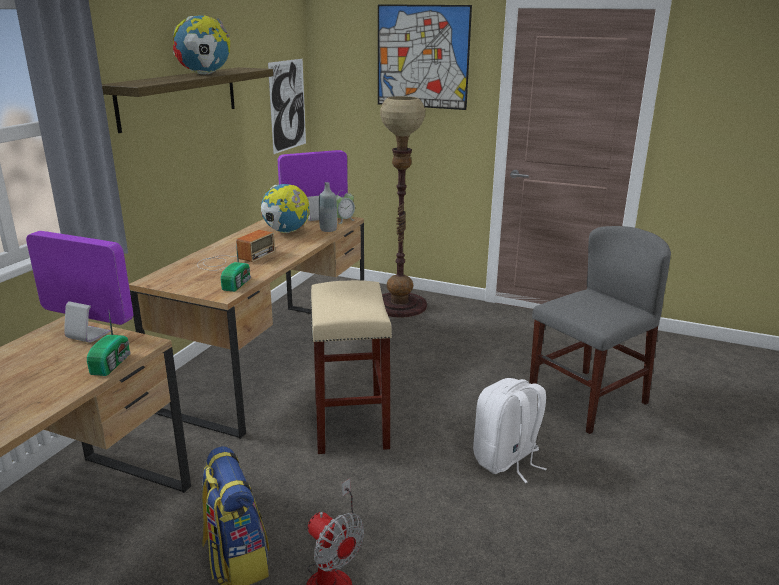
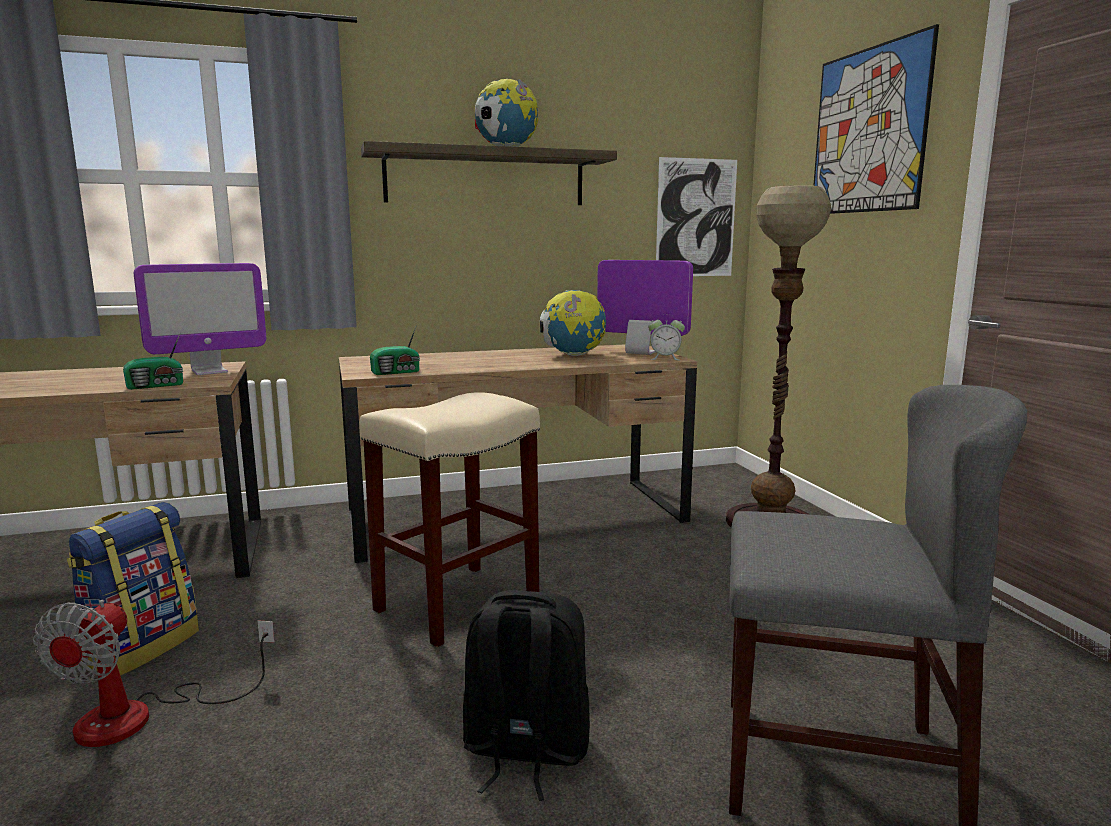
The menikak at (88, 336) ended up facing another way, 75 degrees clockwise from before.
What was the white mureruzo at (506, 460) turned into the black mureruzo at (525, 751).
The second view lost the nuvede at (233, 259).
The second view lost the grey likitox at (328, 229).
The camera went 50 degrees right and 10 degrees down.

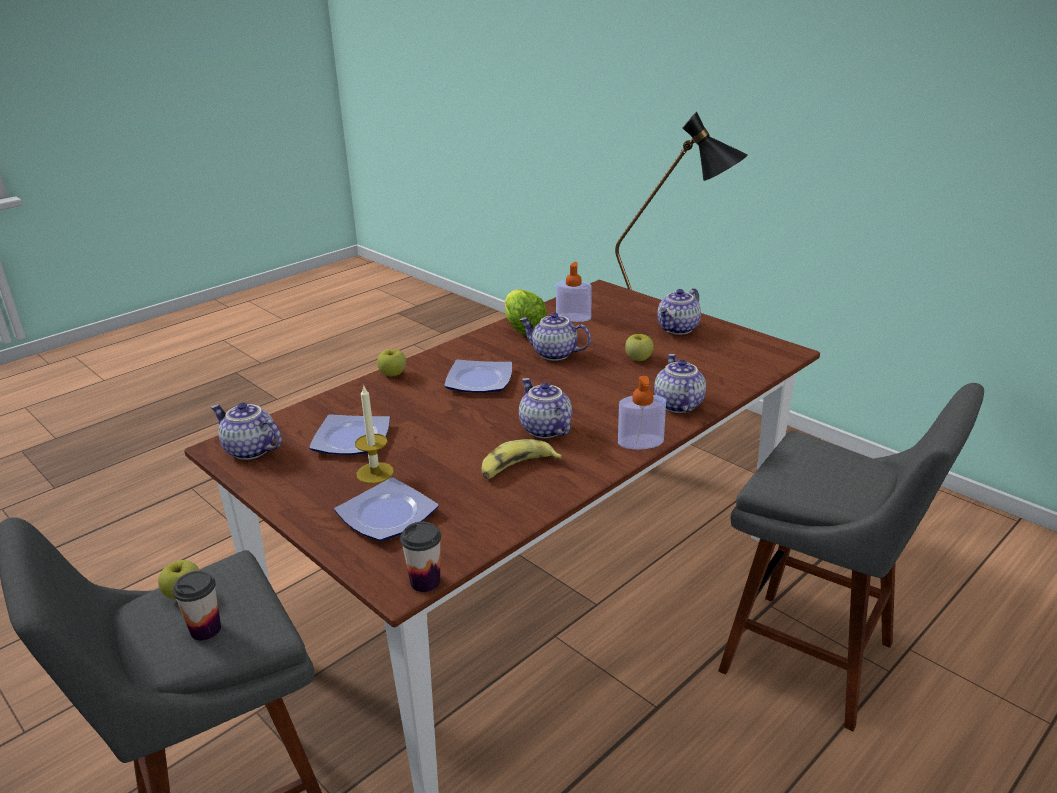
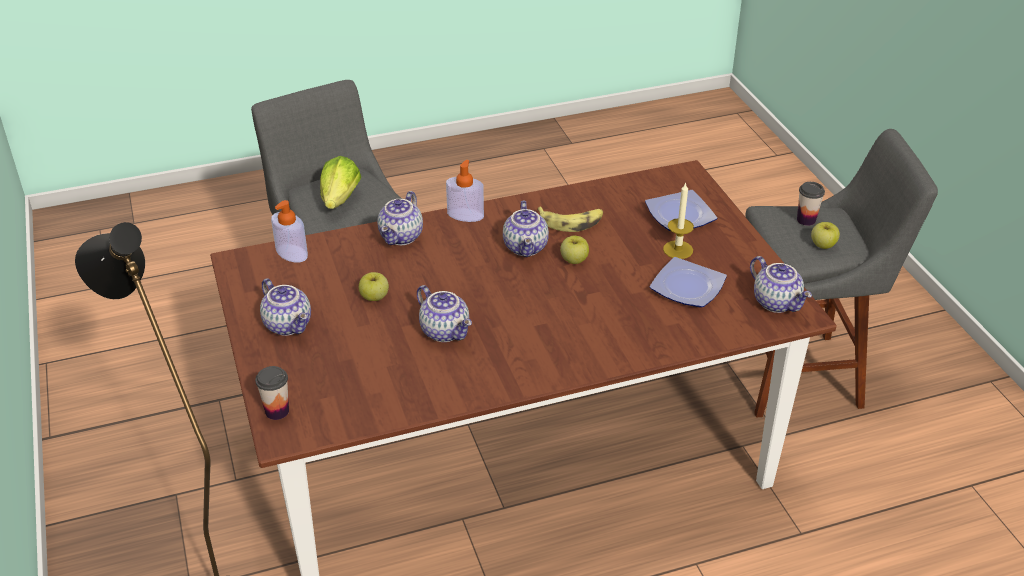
The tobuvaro ended up elsewhere, having gone from (425, 582) to (277, 411).
The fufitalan at (678, 329) ended up facing another way, 75 degrees clockwise from before.
The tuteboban ended up elsewhere, having gone from (573, 317) to (291, 253).
The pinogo ended up elsewhere, having gone from (523, 329) to (340, 199).
The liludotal ended up elsewhere, having gone from (393, 374) to (574, 260).
The second view lost the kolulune at (478, 380).
The camera went 155 degrees left and 10 degrees up.

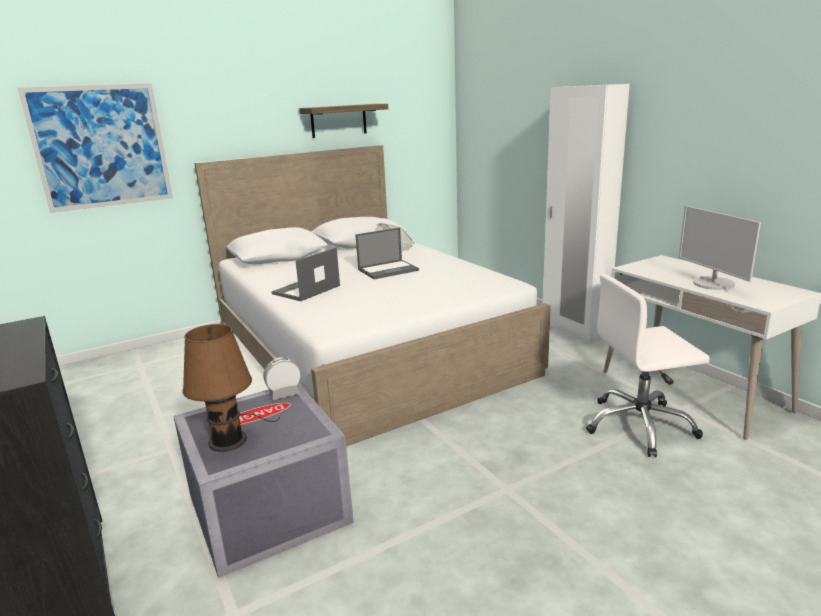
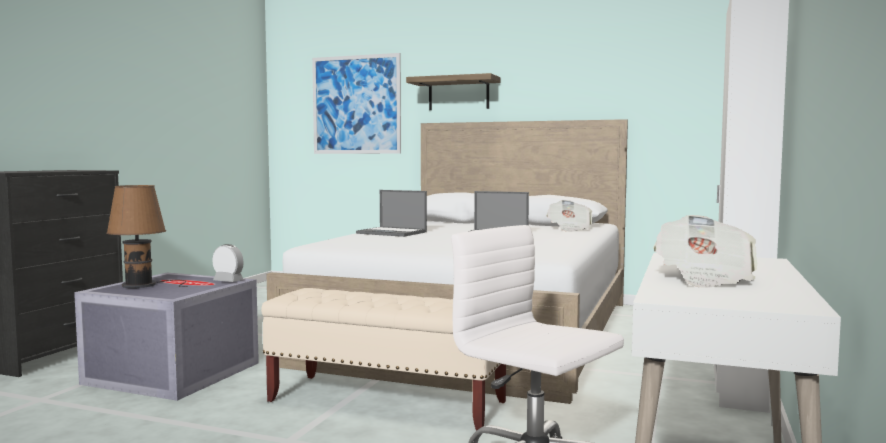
The second view gained the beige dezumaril at (387, 402).
The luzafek at (306, 290) ended up facing another way, 150 degrees counterclockwise from before.
The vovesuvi ended up elsewhere, having gone from (338, 120) to (458, 94).
Where the menikak stood at (713, 284), the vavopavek came to stand at (704, 278).
The camera went 50 degrees right and 15 degrees down.

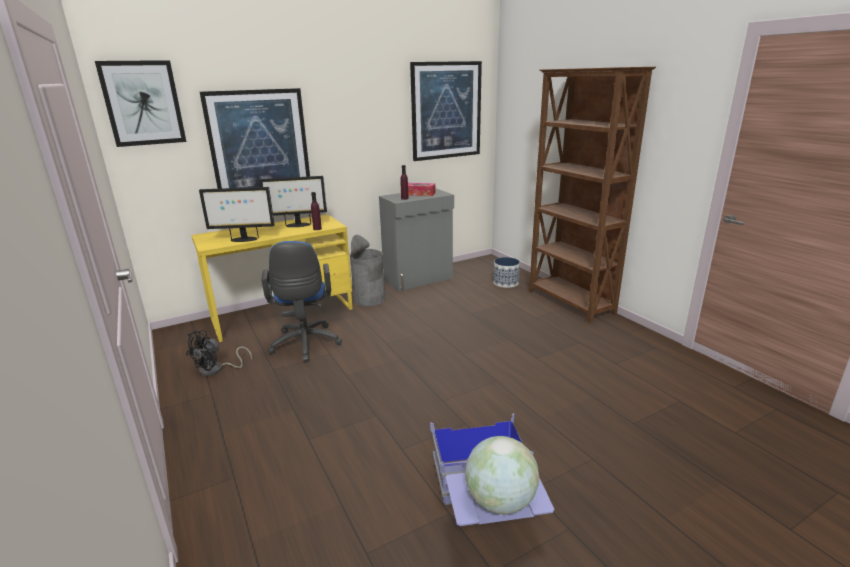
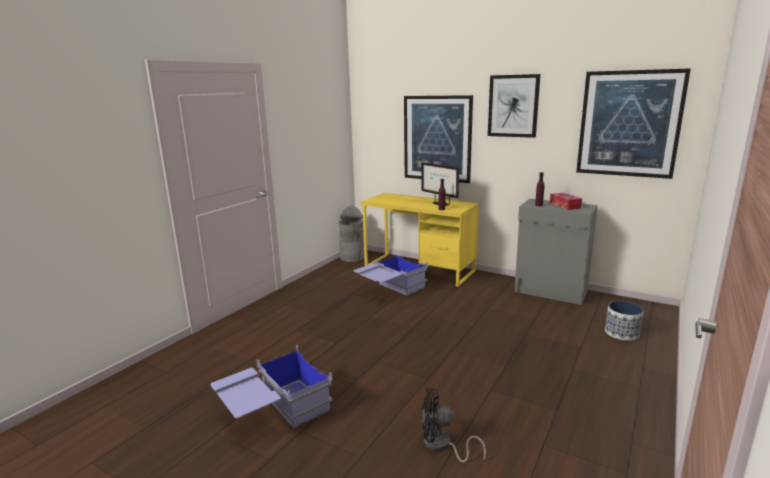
The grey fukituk ended up elsewhere, having gone from (369, 299) to (352, 257).
Where the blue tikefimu stood at (305, 345), the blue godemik came to stand at (390, 291).
The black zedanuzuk ended up elsewhere, having gone from (217, 369) to (442, 445).
The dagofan ended up elsewhere, having gone from (143, 103) to (513, 106).
The second view lost the menikak at (243, 239).
The second view lost the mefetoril at (500, 501).
The second view lost the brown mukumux at (570, 303).
The camera went 60 degrees right and 5 degrees down.

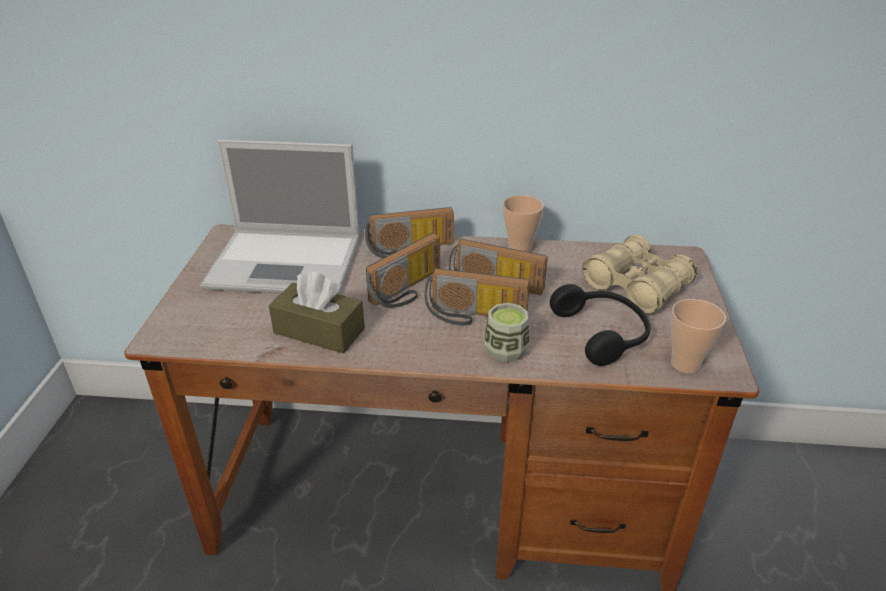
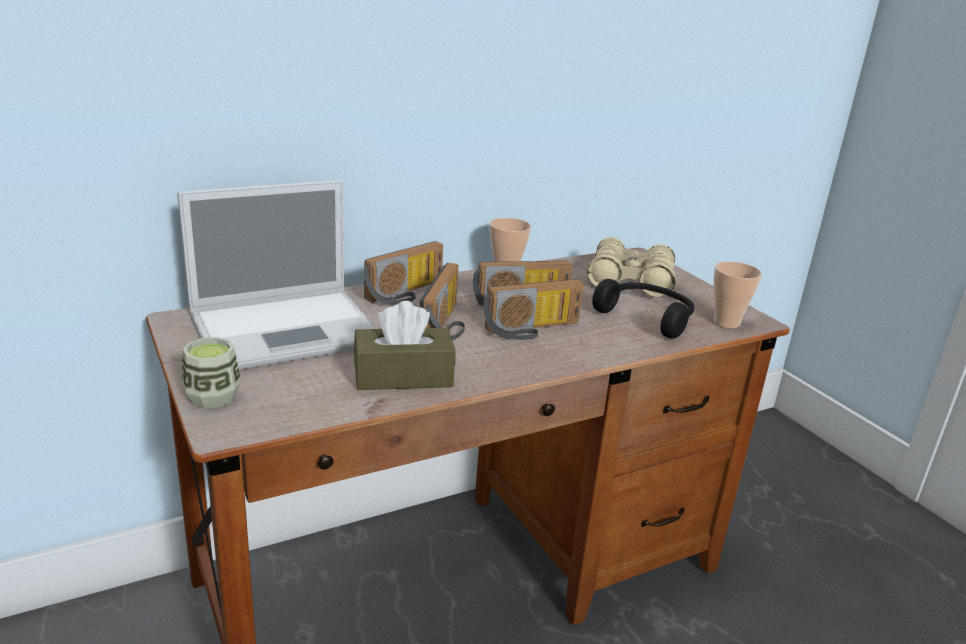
The tobuvaro ended up elsewhere, having gone from (505, 351) to (213, 397).
The camera went 35 degrees left and 10 degrees down.

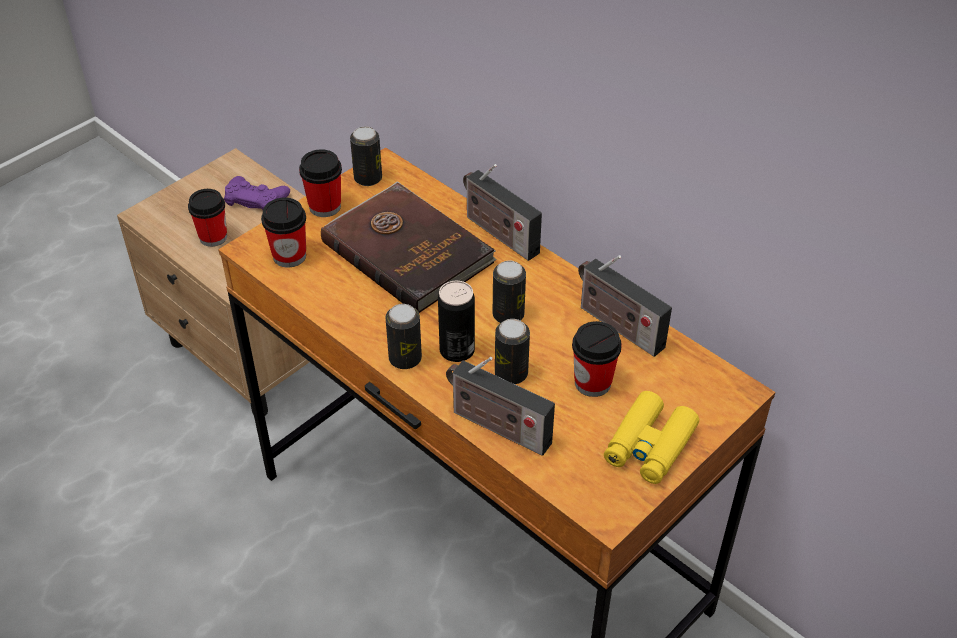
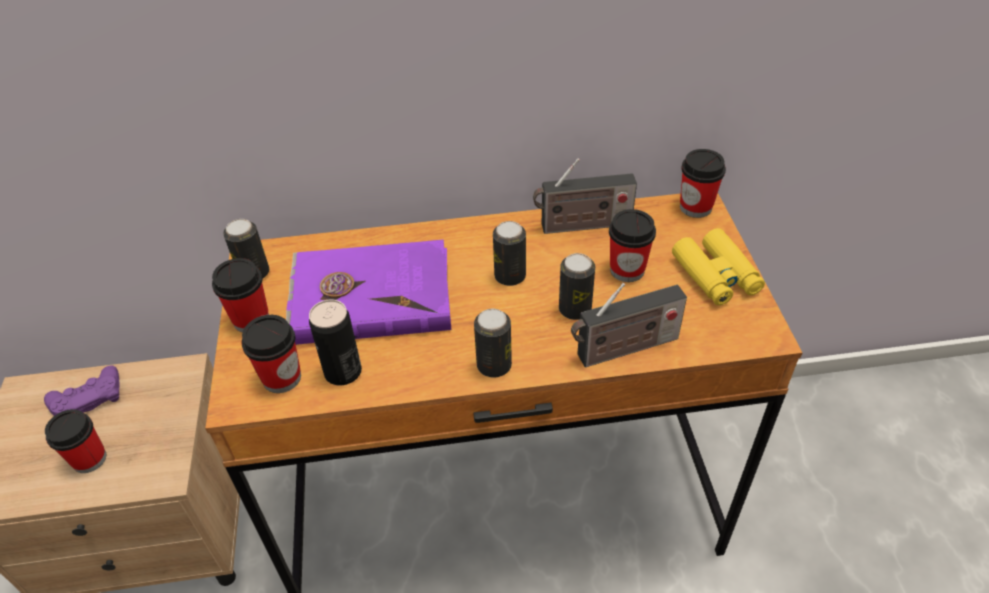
What was the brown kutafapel at (408, 250) turned into the purple kutafapel at (371, 295).
The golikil ended up elsewhere, having gone from (457, 350) to (343, 372).
The second view gained the tobuvaro at (695, 207).
The second view lost the nuvede at (498, 233).
The camera went 50 degrees left and 0 degrees up.

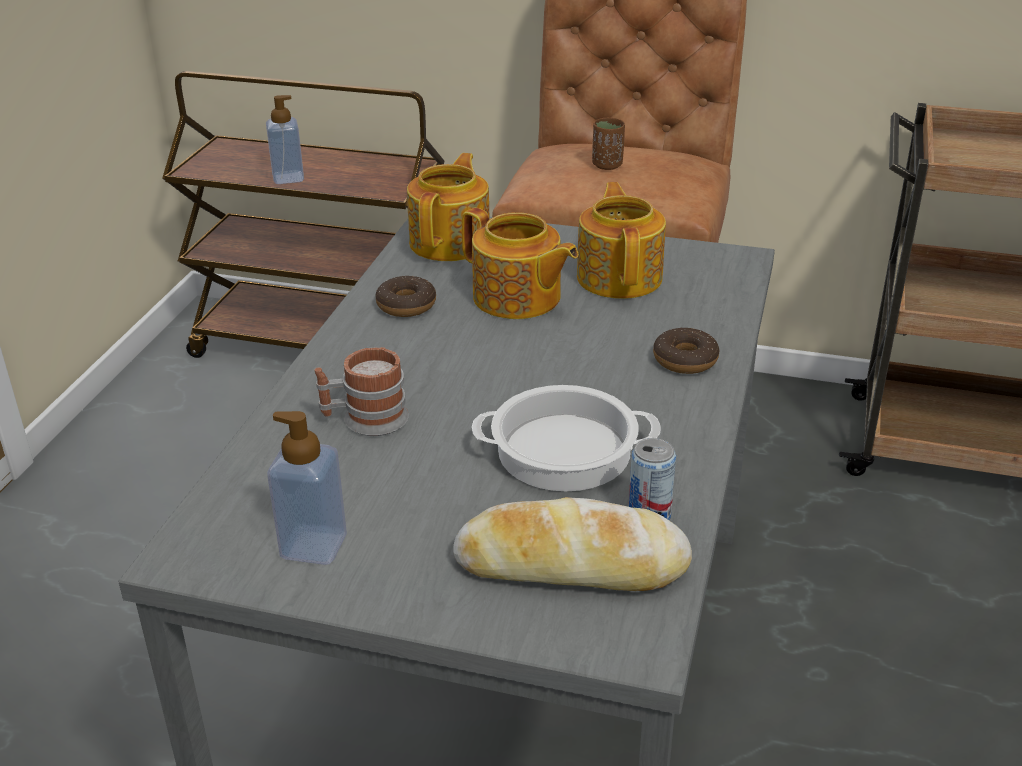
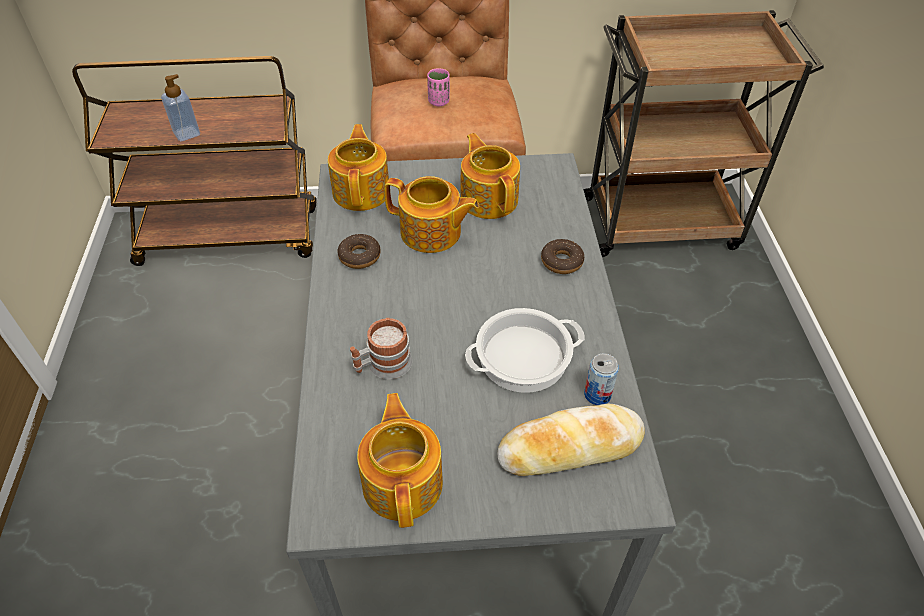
Where the tuteboban stood at (313, 545), the fufitalan came to stand at (403, 481).
What was the brown tobuvaro at (607, 165) turned into the pink tobuvaro at (439, 102).
The camera went 20 degrees left and 15 degrees up.

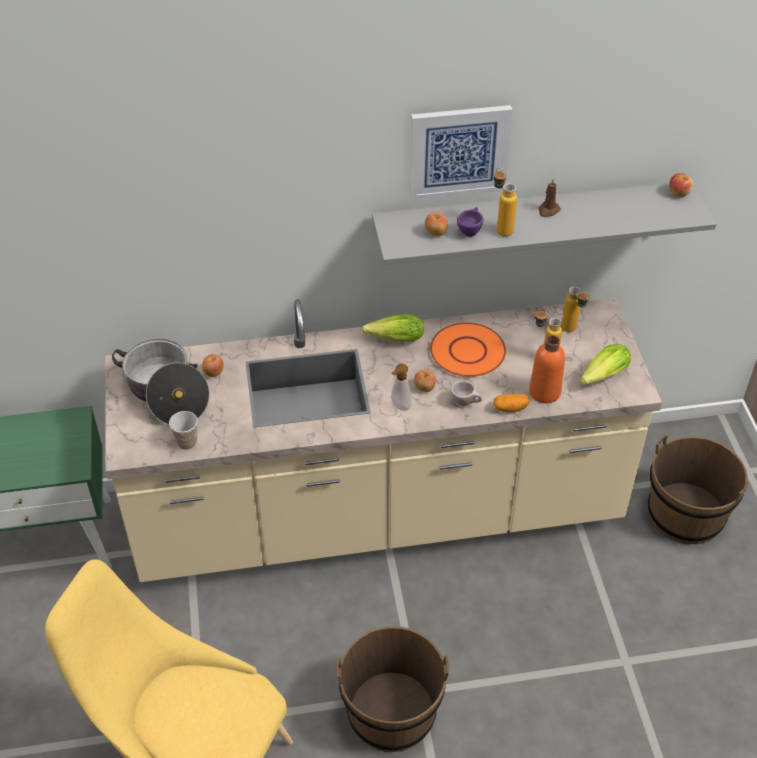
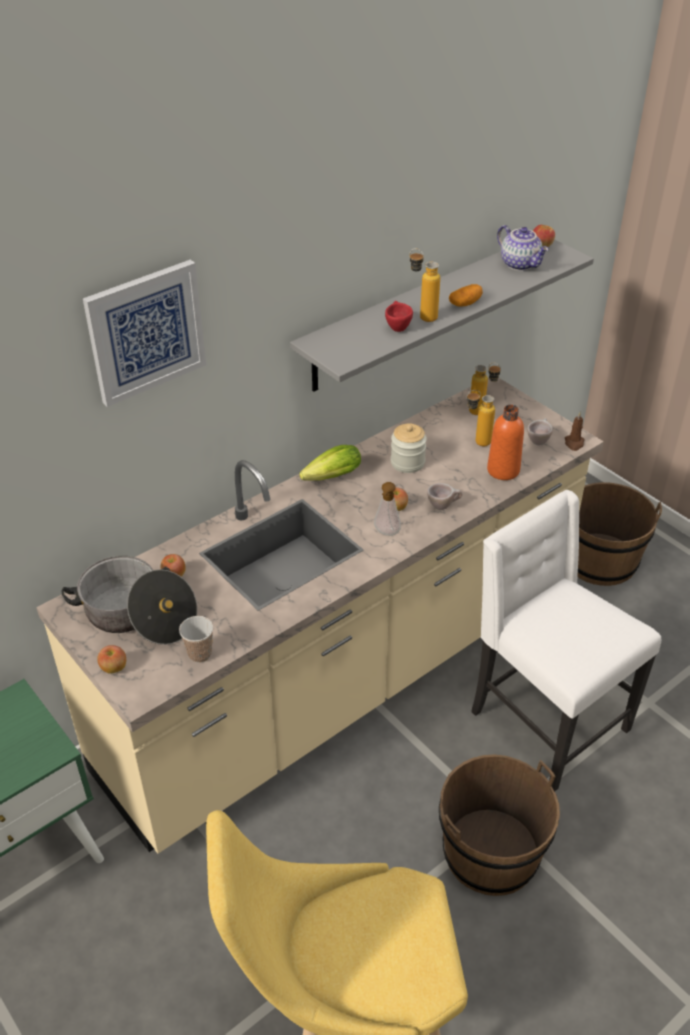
The dagofan ended up elsewhere, having gone from (458, 151) to (146, 332).
The liludotal ended up elsewhere, having gone from (435, 233) to (114, 669).
What was the purple tobuvaro at (470, 231) turned into the red tobuvaro at (397, 327).
Where the orange kolulune stood at (468, 352), the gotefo came to stand at (407, 463).
The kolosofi ended up elsewhere, having gone from (510, 408) to (465, 304).
The second view gained the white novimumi at (545, 721).
The second view gained the fufitalan at (520, 264).
Where the pinogo stood at (601, 377), the beige tobuvaro came to stand at (538, 440).
The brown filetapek ended up elsewhere, having gone from (548, 210) to (574, 443).
The camera went 30 degrees left and 5 degrees down.

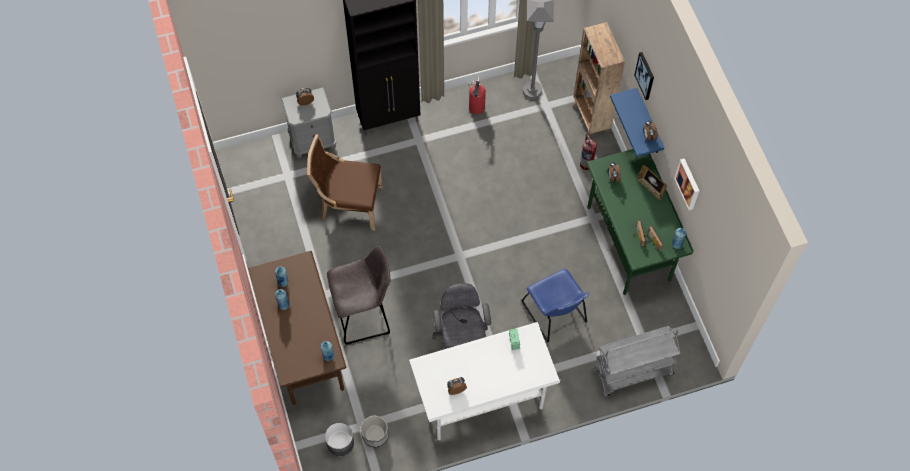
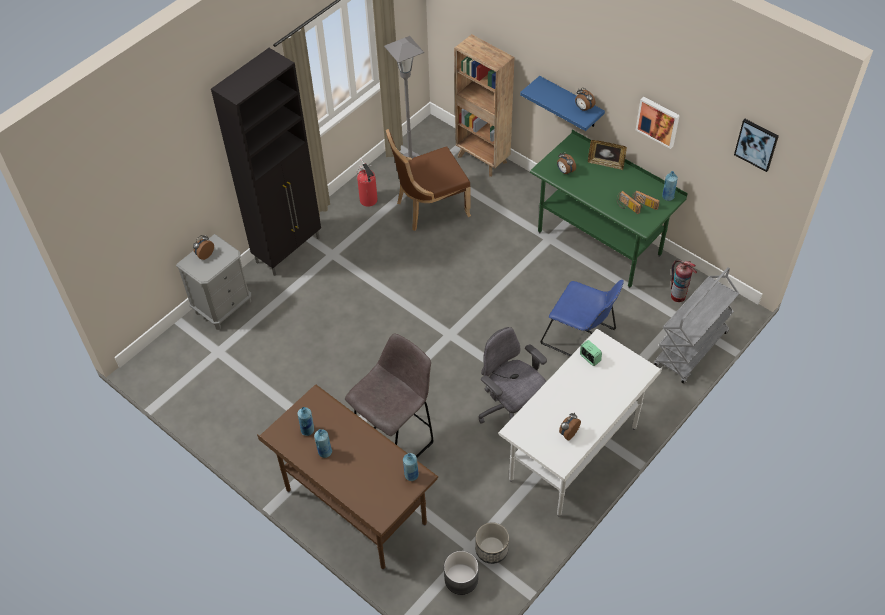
The brown novimumi ended up elsewhere, having gone from (348, 204) to (429, 208).
The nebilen ended up elsewhere, having gone from (586, 164) to (678, 295).
The dagofan ended up elsewhere, having gone from (645, 75) to (756, 144).
The camera went 30 degrees left and 10 degrees down.

